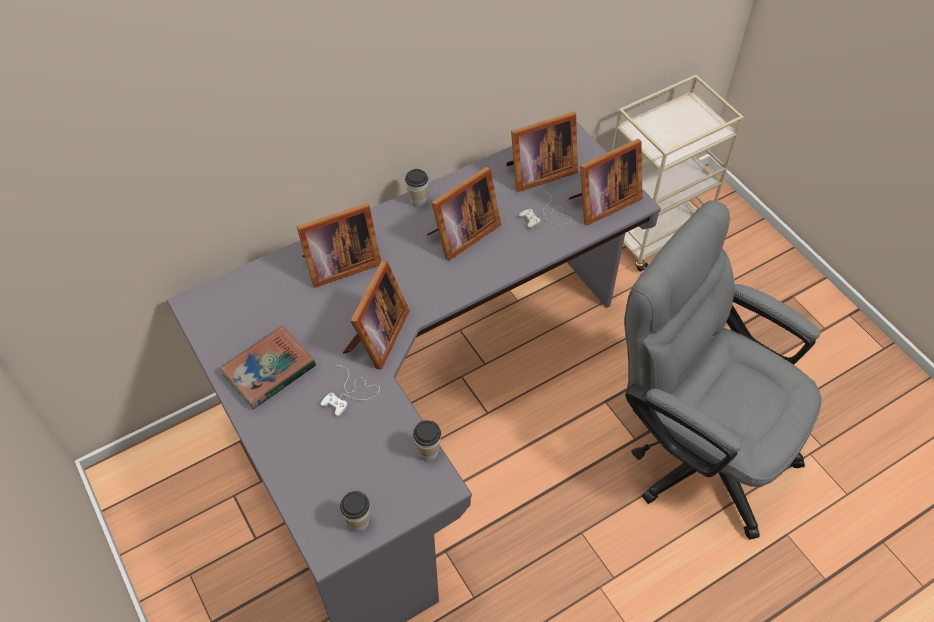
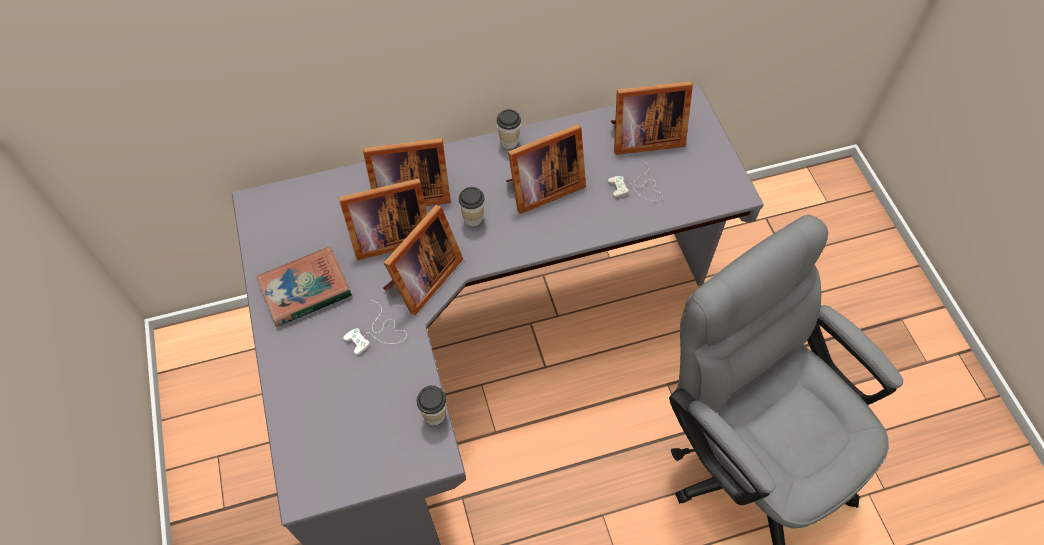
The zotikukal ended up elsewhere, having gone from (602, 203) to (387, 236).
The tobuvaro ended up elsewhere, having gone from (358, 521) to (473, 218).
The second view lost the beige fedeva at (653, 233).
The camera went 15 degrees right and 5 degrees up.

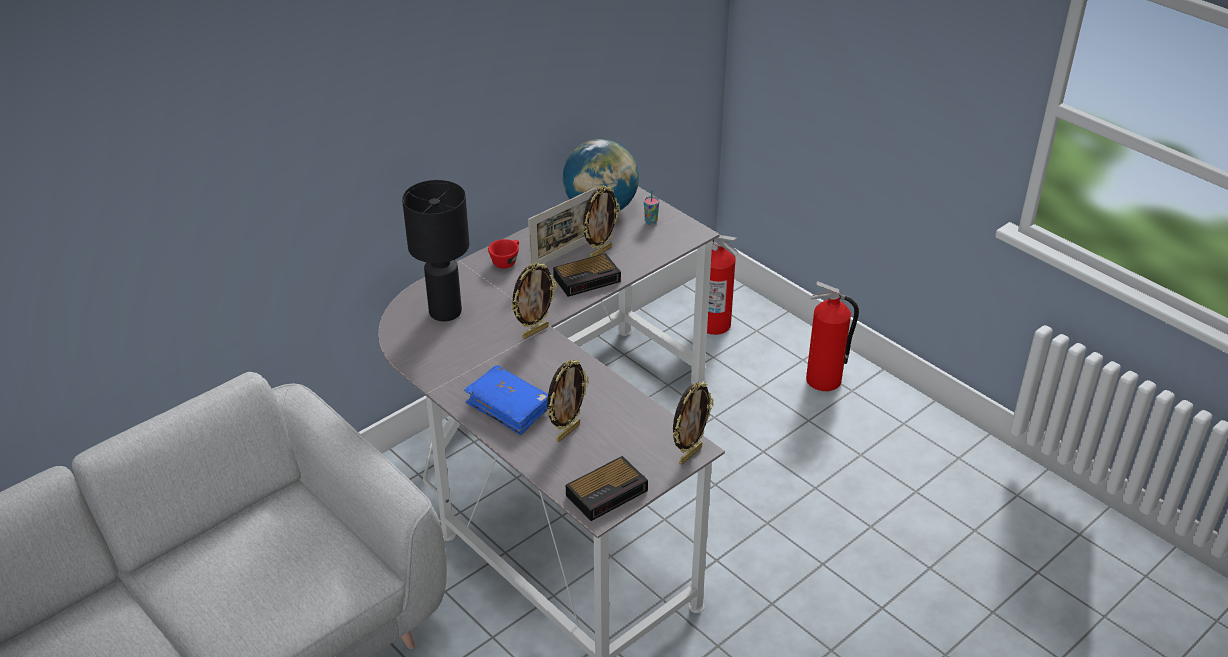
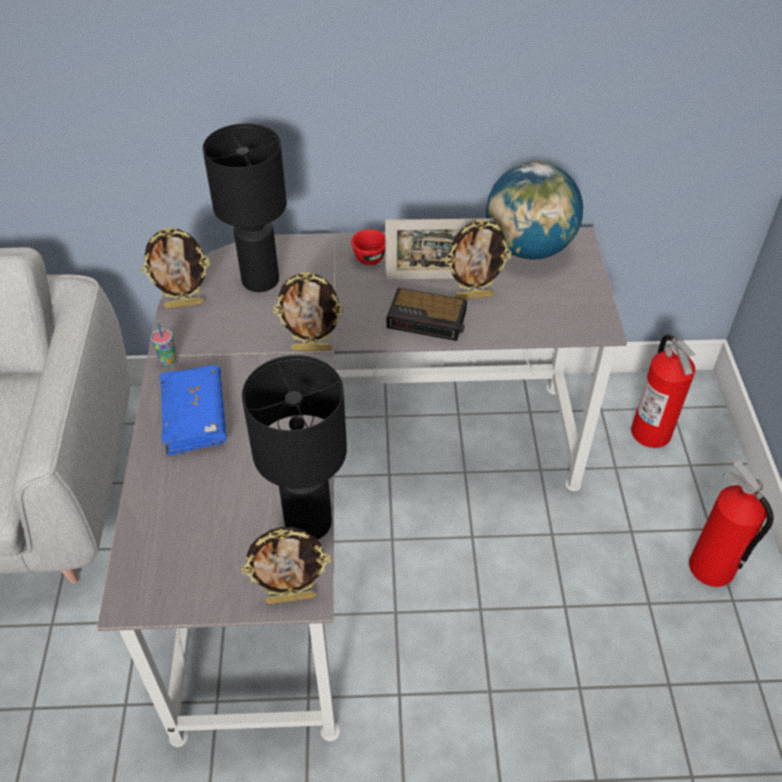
The zotikukal ended up elsewhere, having gone from (567, 432) to (184, 304).
The tobuvaro ended up elsewhere, having gone from (651, 221) to (167, 360).
The second view gained the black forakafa at (307, 523).
The second view lost the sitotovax at (608, 492).
The camera went 40 degrees right and 10 degrees up.

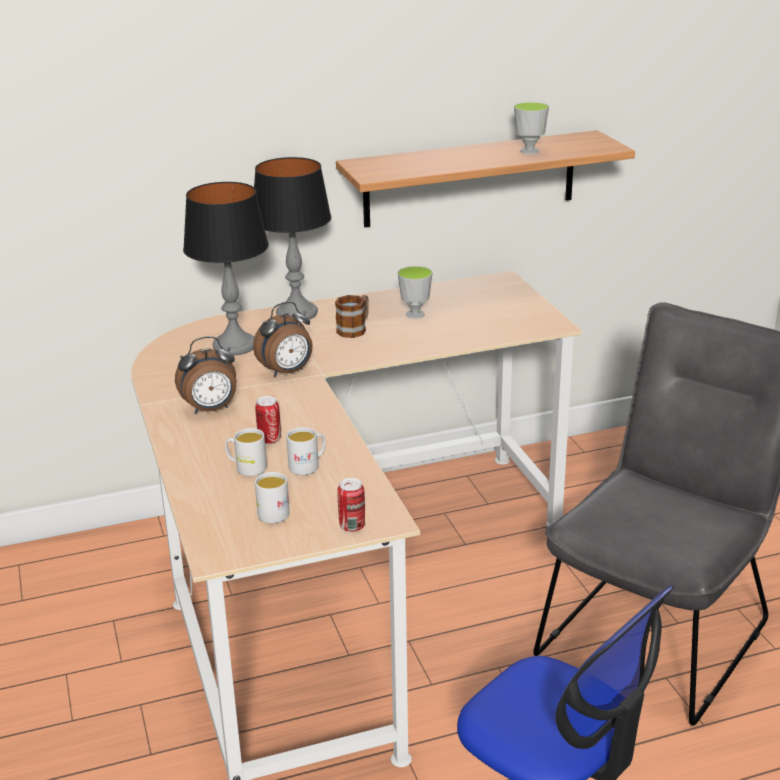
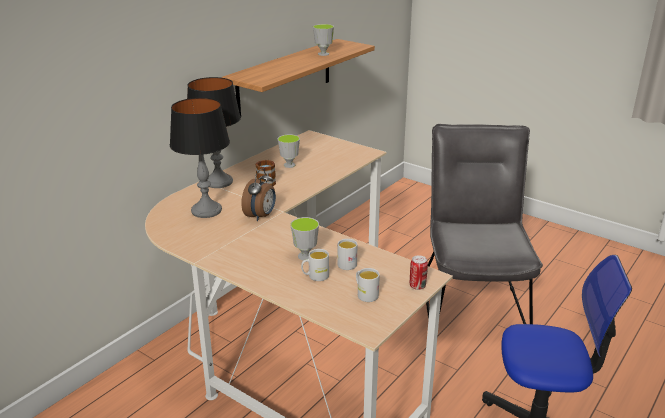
Where the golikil stood at (269, 439), the tobuvaro came to stand at (305, 256).
The second view lost the sitotovax at (211, 409).
The camera went 35 degrees left and 0 degrees up.

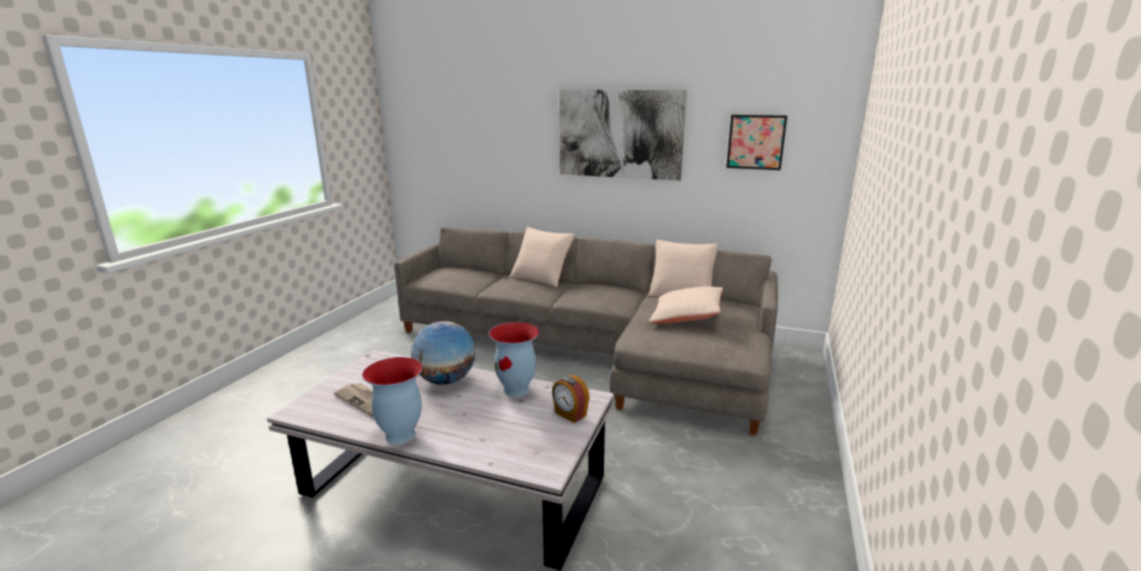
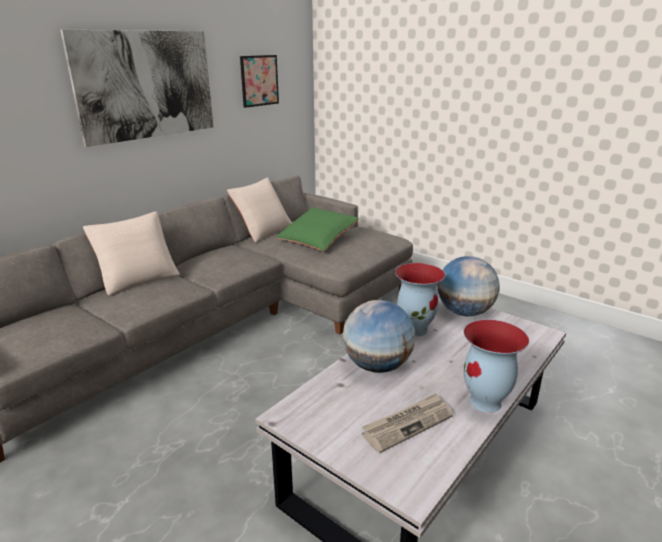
What was the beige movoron at (686, 317) turned into the green movoron at (317, 239).
Where the sitotovax stood at (570, 414), the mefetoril came to stand at (464, 312).
The camera went 70 degrees left and 5 degrees up.

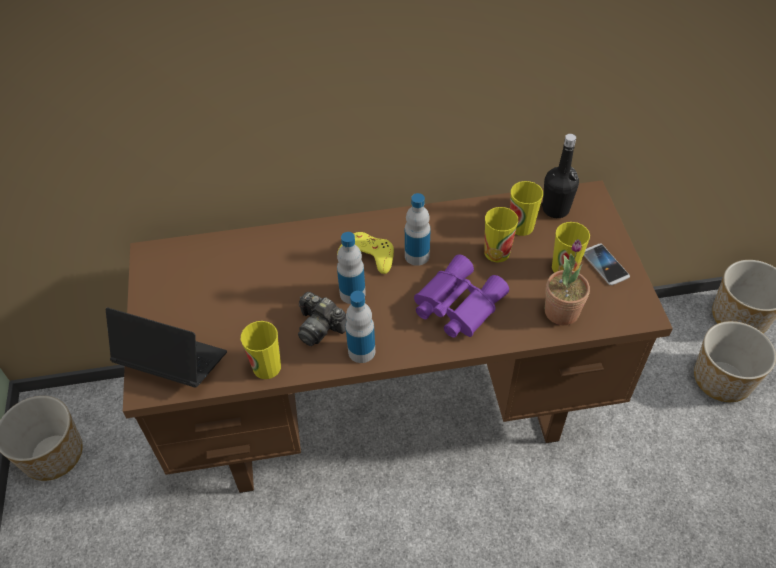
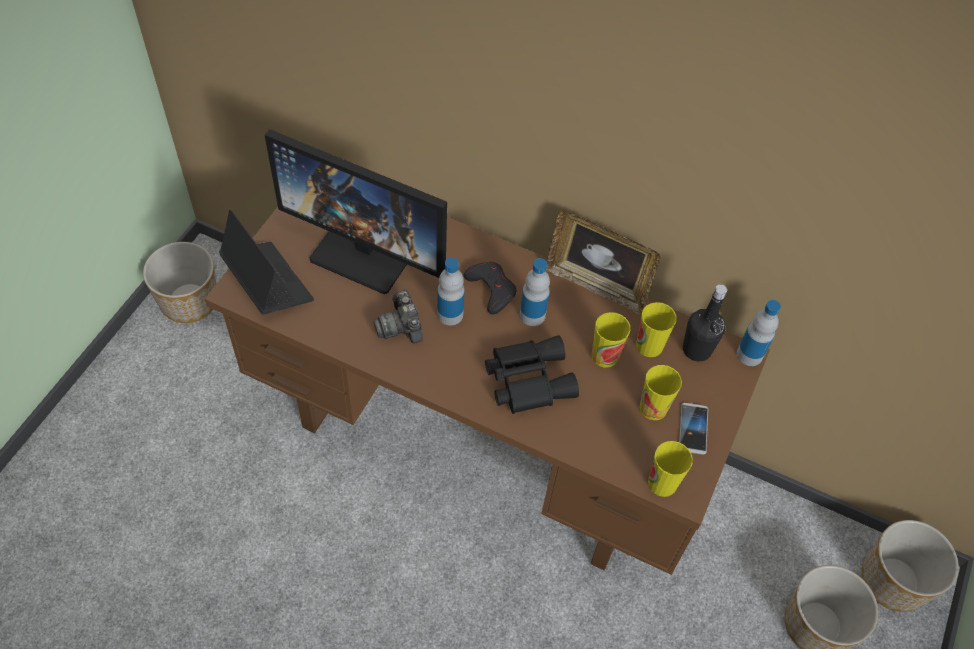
The second view gained the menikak at (367, 251).
What was the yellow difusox at (368, 255) turned into the black difusox at (491, 289).
What was the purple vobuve at (456, 304) turned into the black vobuve at (527, 378).
The second view gained the zotikukal at (596, 285).
The tobuvaro ended up elsewhere, having gone from (267, 367) to (662, 483).
The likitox ended up elsewhere, having gone from (361, 351) to (749, 354).
The second view lost the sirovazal at (561, 312).
The camera went 30 degrees right and 5 degrees up.

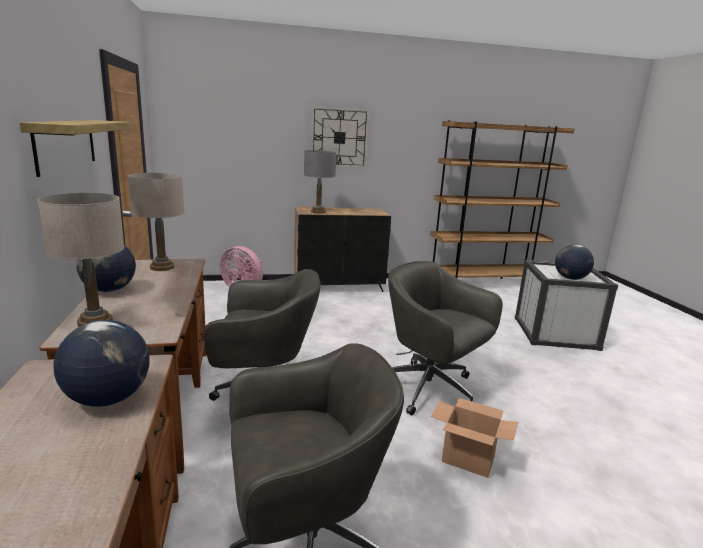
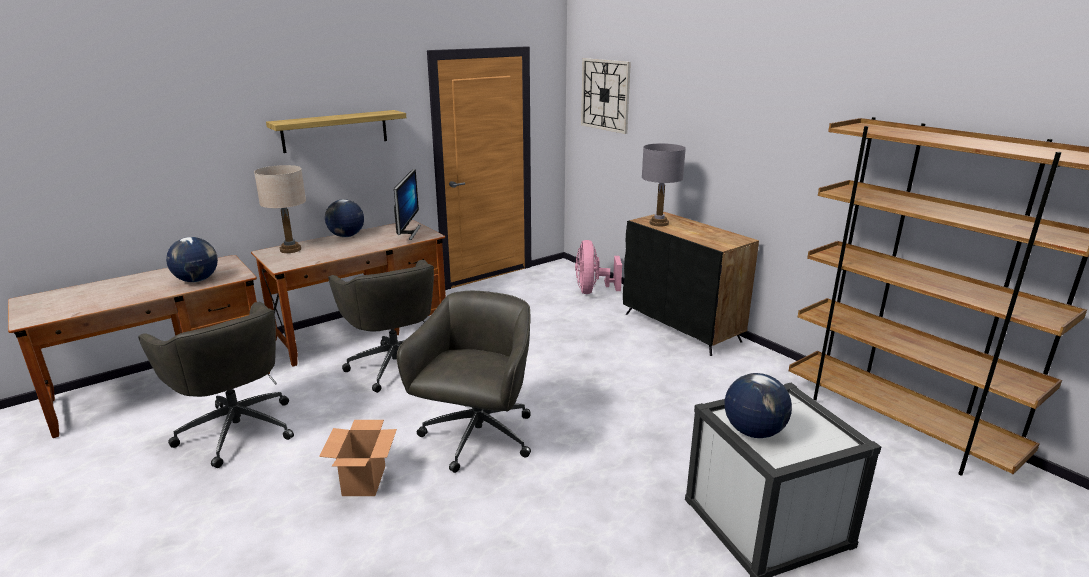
Where the beige forakafa stood at (162, 267), the menikak came to stand at (408, 232).
The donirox ended up elsewhere, having gone from (339, 137) to (605, 95).
The camera went 65 degrees right and 5 degrees up.

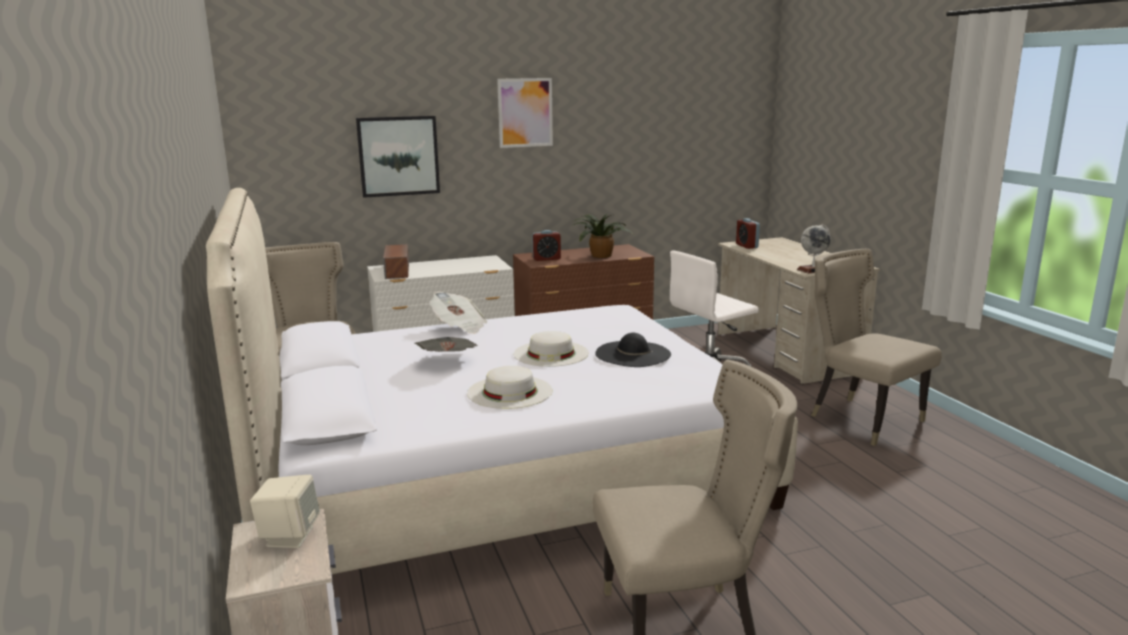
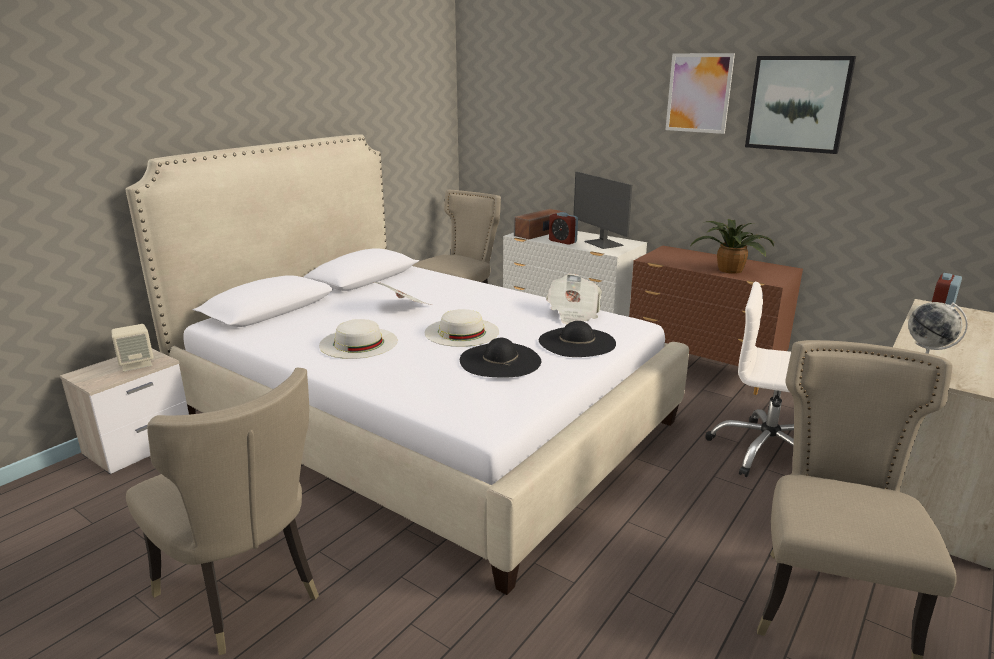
The second view gained the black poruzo at (577, 342).
The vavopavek ended up elsewhere, having gone from (459, 327) to (573, 314).
The sitotovax ended up elsewhere, having gone from (546, 259) to (562, 241).
The second view gained the menikak at (603, 244).
The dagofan ended up elsewhere, having gone from (398, 156) to (798, 104).
The camera went 55 degrees right and 5 degrees up.

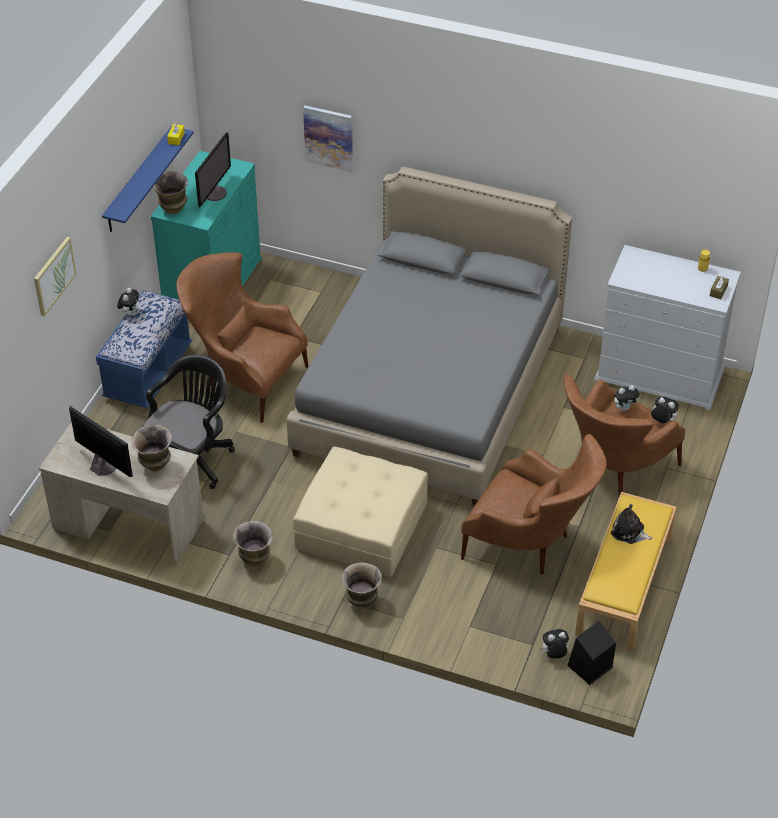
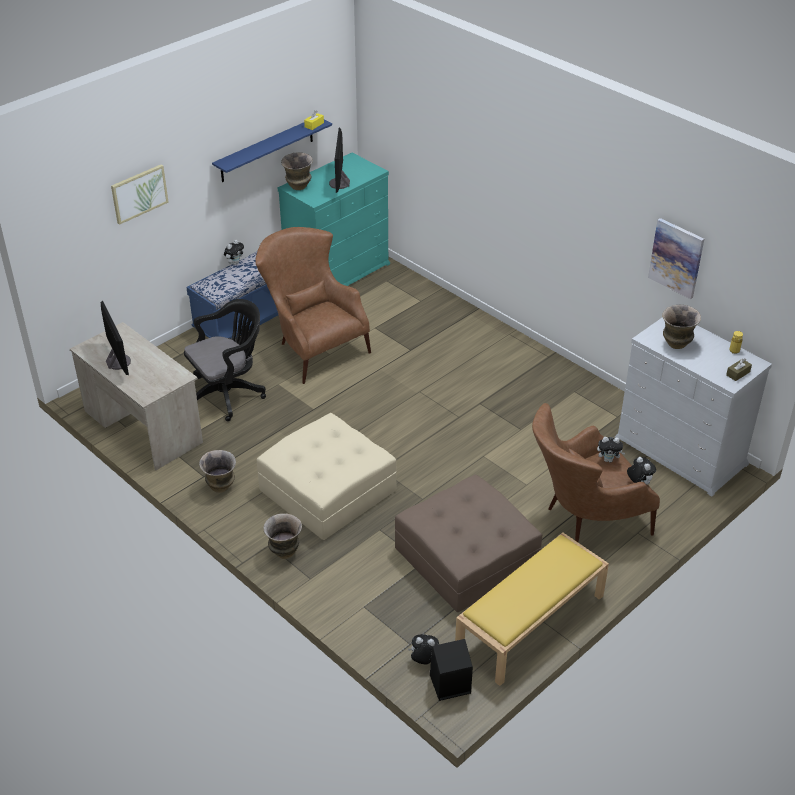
The menikak at (214, 193) ended up facing another way, 135 degrees clockwise from before.
Where the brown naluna stood at (531, 545), the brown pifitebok came to stand at (465, 557).
The dagofan ended up elsewhere, having gone from (329, 138) to (676, 258).
The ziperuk ended up elsewhere, having gone from (155, 465) to (676, 344).
The second view lost the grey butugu at (430, 390).
The second view lost the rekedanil at (629, 532).
The camera went 25 degrees right and 5 degrees down.

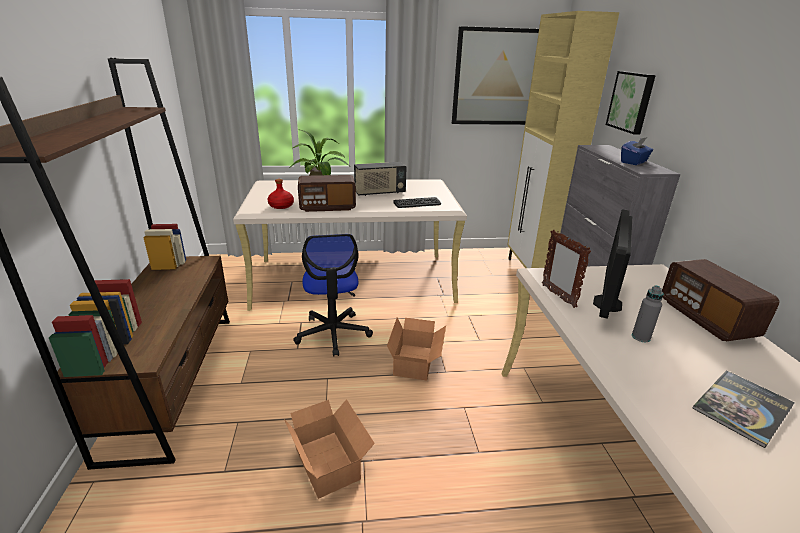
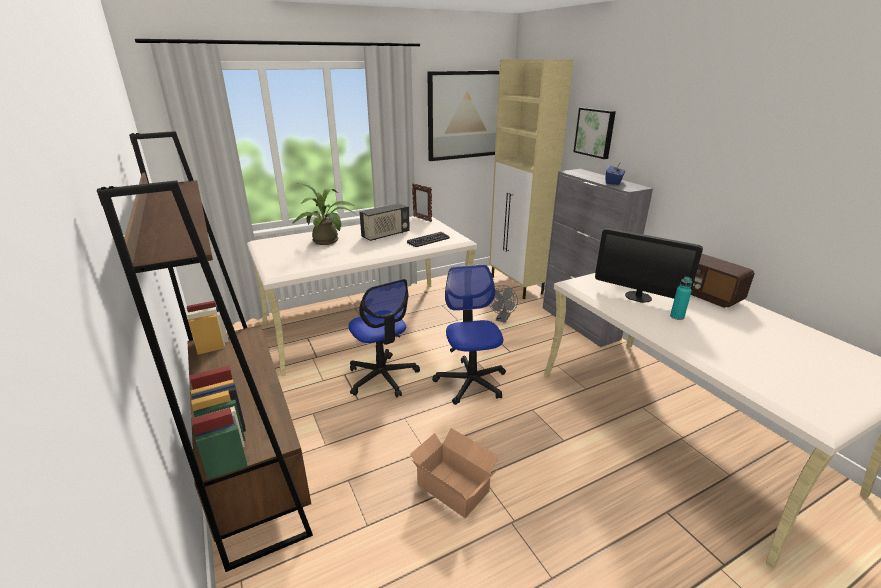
The zotikukal ended up elsewhere, having gone from (558, 296) to (422, 219).
Where the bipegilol stood at (416, 361), the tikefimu came to stand at (471, 382).
The second view gained the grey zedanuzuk at (502, 319).
The menikak at (607, 303) ended up facing another way, 60 degrees counterclockwise from before.
What was the grey likitox at (640, 337) turned into the turquoise likitox at (677, 317).
The second view lost the red likitox at (281, 206).
The second view lost the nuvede at (327, 207).
The second view lost the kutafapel at (742, 407).
The camera went 20 degrees left and 0 degrees up.

